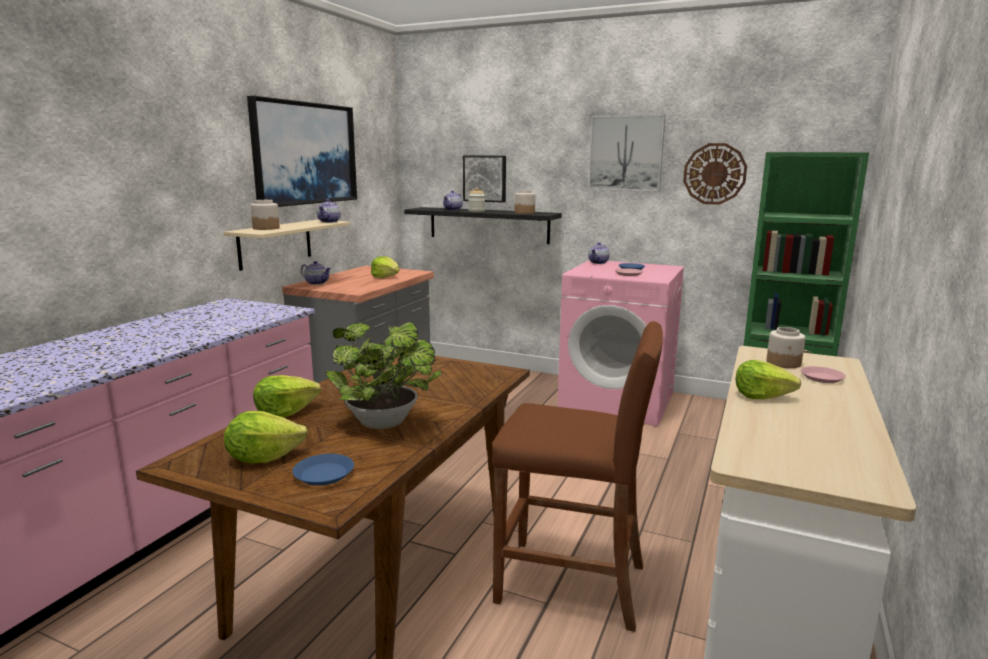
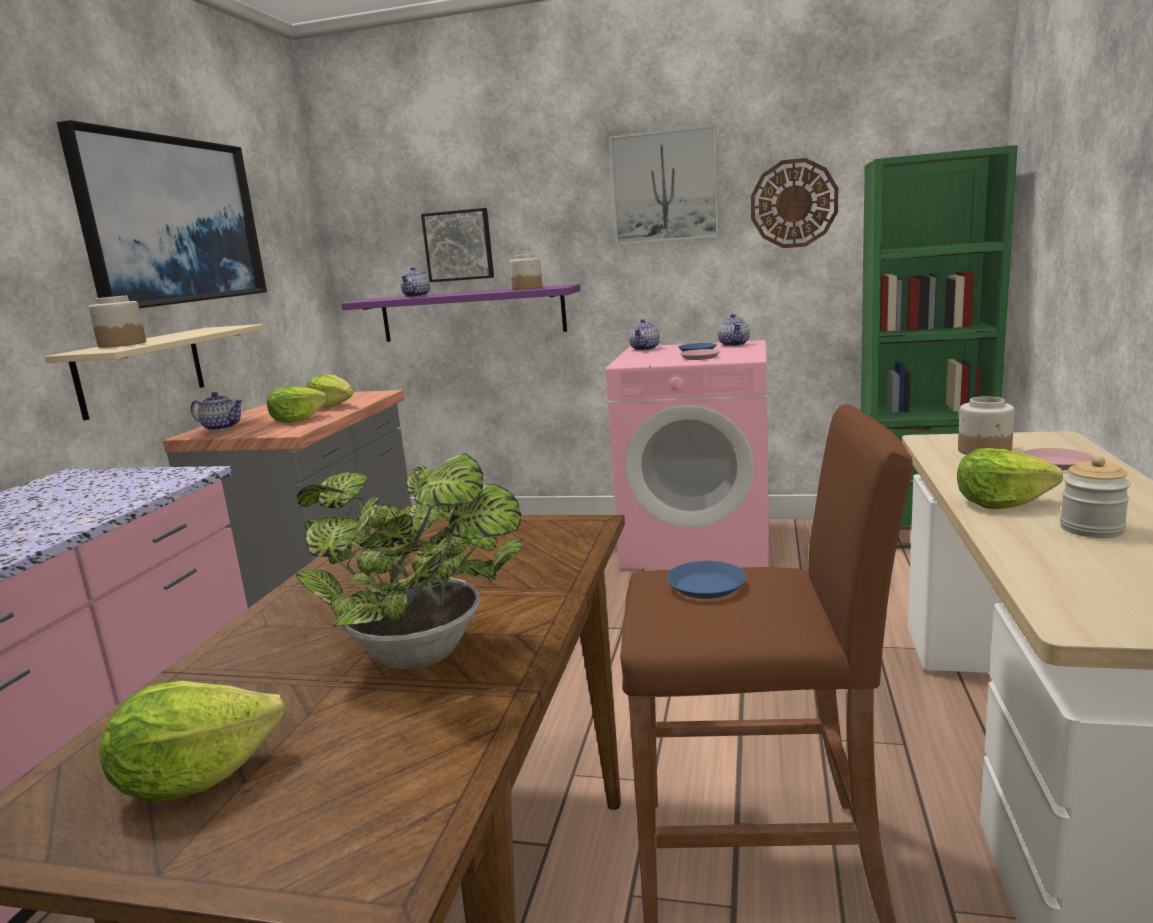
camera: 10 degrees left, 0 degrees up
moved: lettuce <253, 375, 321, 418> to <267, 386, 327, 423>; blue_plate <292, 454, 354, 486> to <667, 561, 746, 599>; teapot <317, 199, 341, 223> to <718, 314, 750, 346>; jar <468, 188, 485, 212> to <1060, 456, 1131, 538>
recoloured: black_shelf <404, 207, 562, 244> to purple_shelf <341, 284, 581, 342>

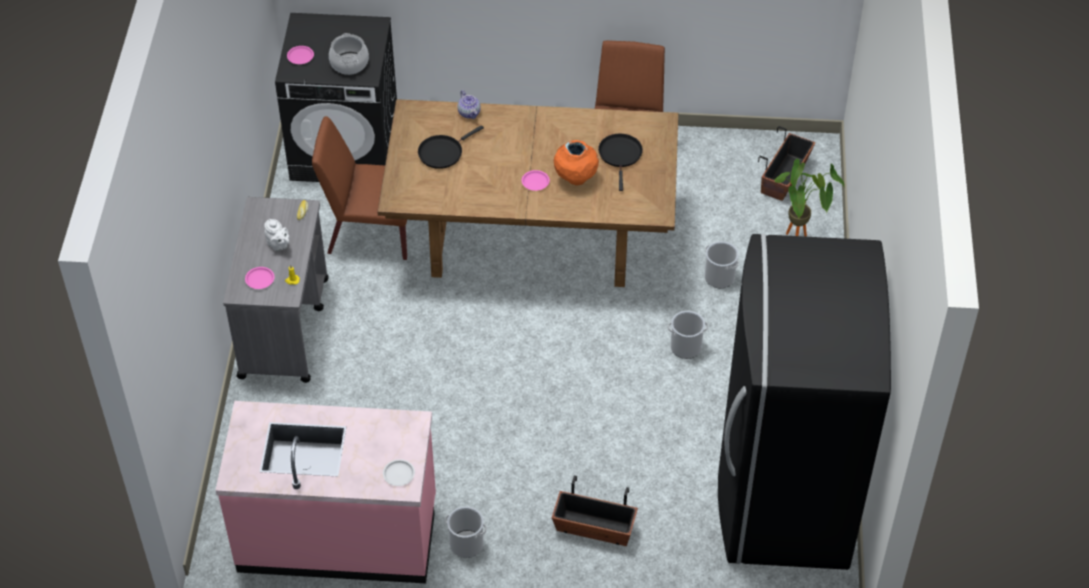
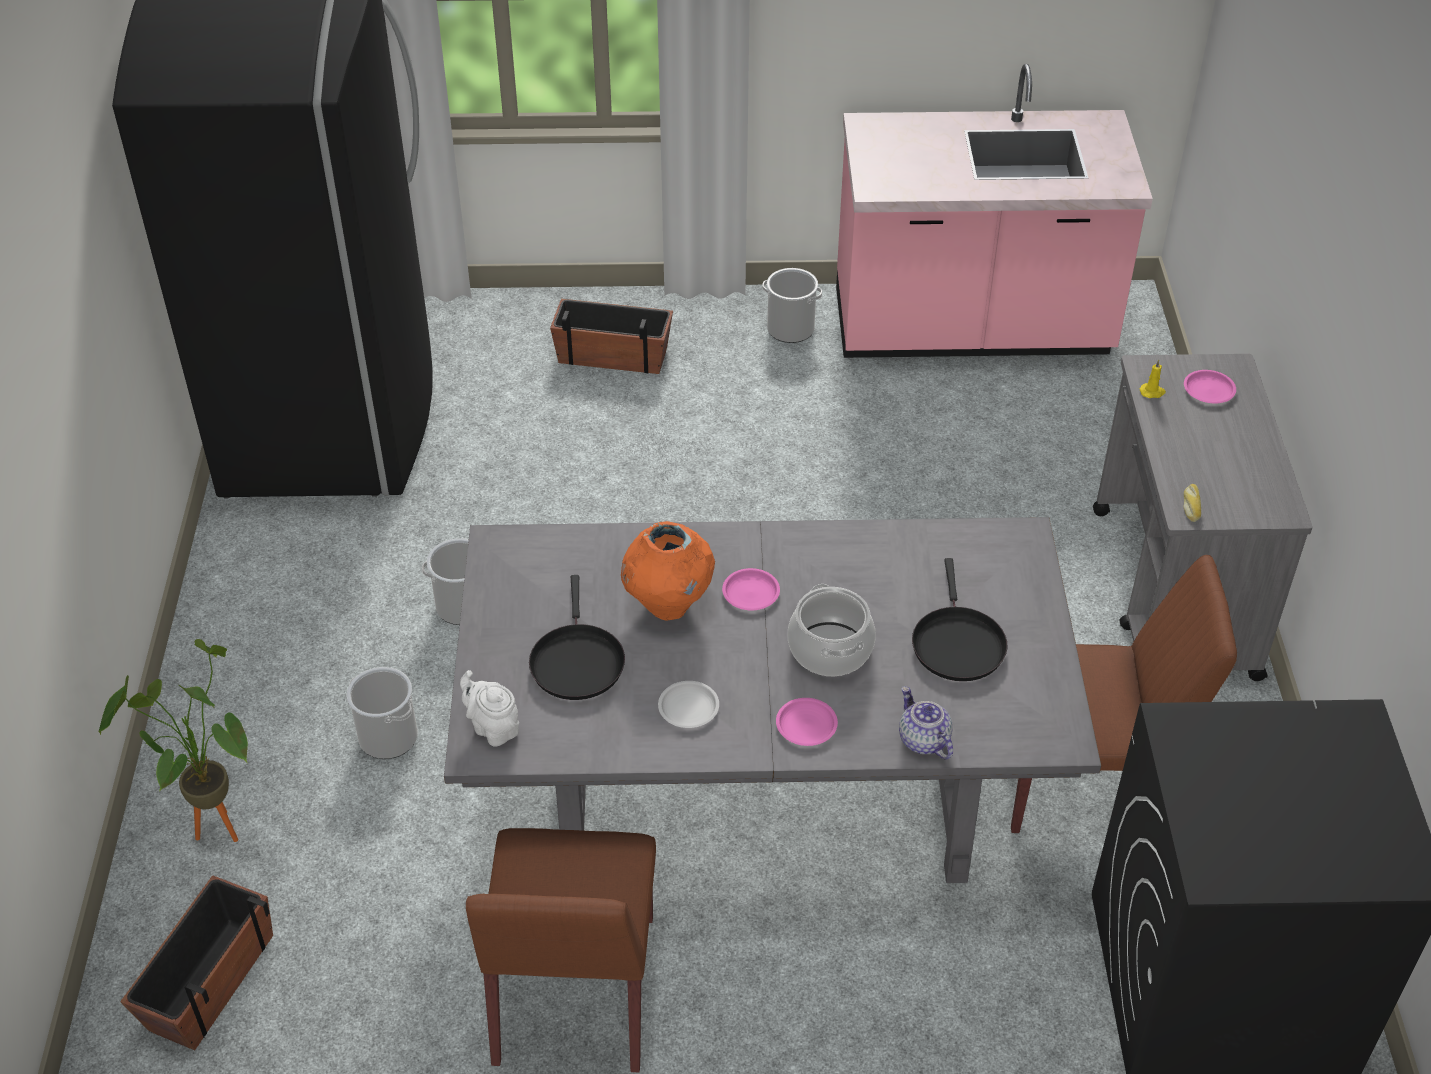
camera: 175 degrees right, 5 degrees down
moved: white_teapot <264, 219, 289, 251> to <460, 670, 519, 747>; white_plate <383, 459, 415, 486> to <658, 681, 719, 728>; pink_plate <287, 46, 314, 64> to <776, 698, 838, 746>; cooking_pot <329, 33, 369, 75> to <788, 584, 875, 676>
recoloured: brown_dining_table <377, 99, 678, 287> to grey_dining_table <444, 517, 1101, 883>
turned: black_frying_pan <418, 125, 484, 169> = <912, 558, 1007, 681> 135 degrees clockwise

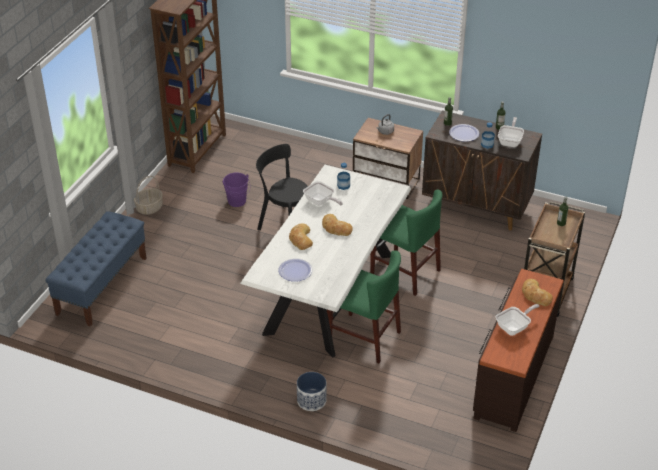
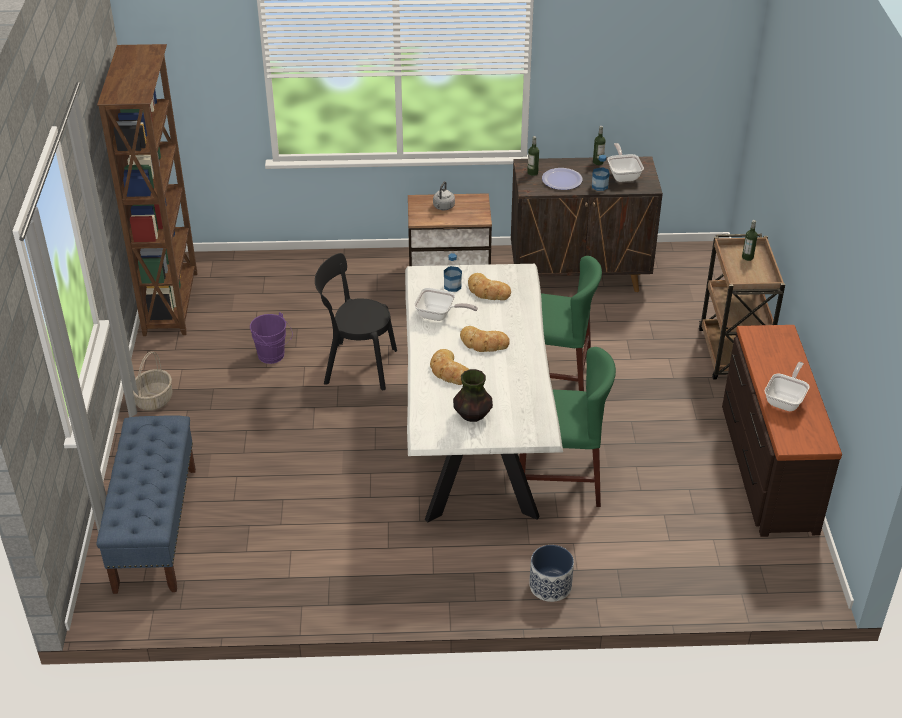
camera: 25 degrees left, 0 degrees up
moved: bread <522, 279, 553, 306> to <468, 273, 511, 300>
replaced: plate <278, 259, 312, 282> to vase <453, 369, 493, 422>

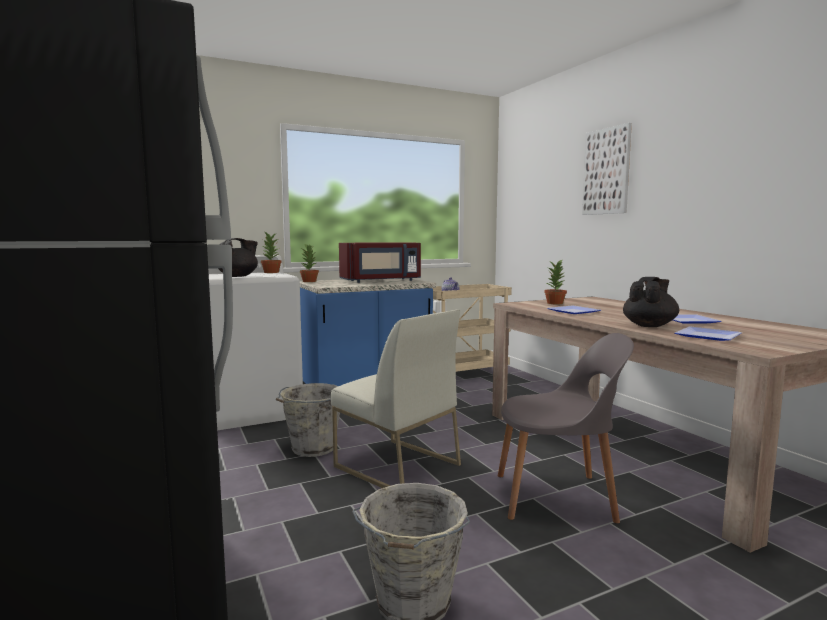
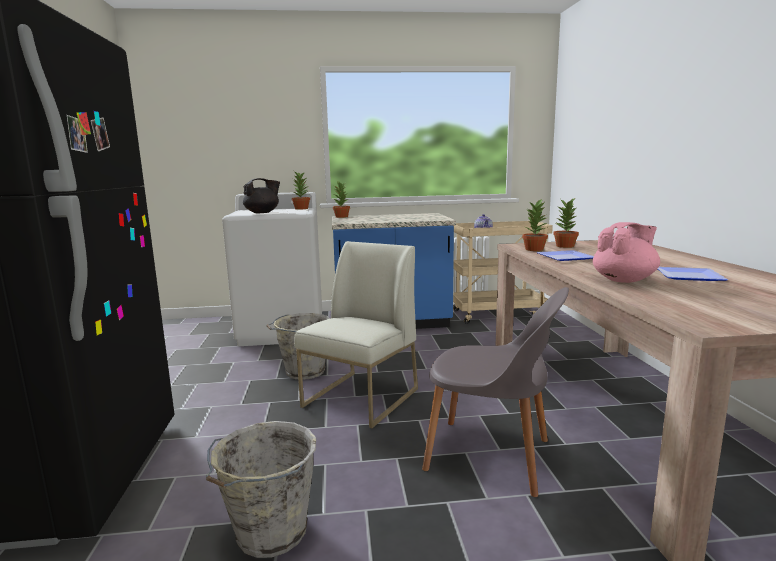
camera: 20 degrees right, 5 degrees up
removed: red_microwave <339, 242, 421, 283>; picture <582, 123, 632, 215>; plate <675, 327, 742, 341>
added: potted_plant <522, 199, 548, 251>
recoloured: black_teapot <623, 277, 679, 327> to pink_teapot <593, 222, 660, 283>
turned: white_chair <331, 309, 461, 488> = <294, 241, 418, 428> 120 degrees counterclockwise

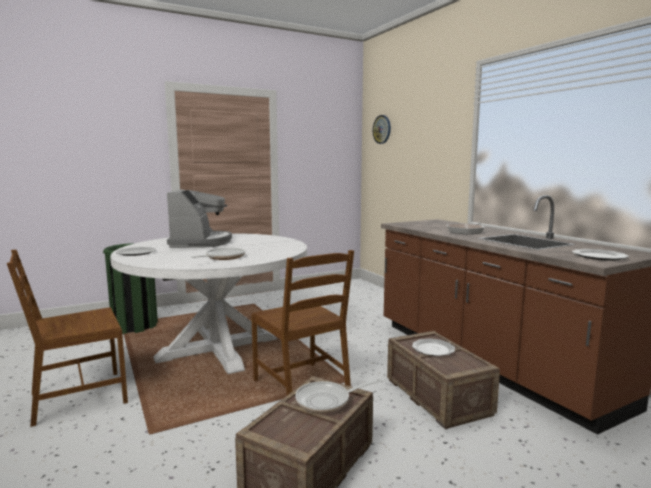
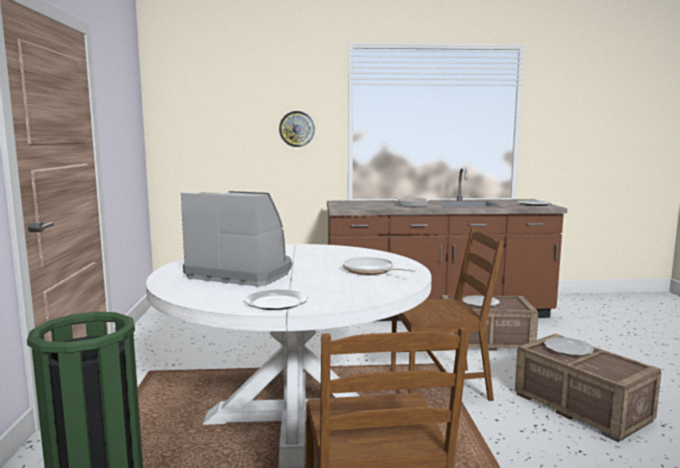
camera: 65 degrees left, 0 degrees up
moved: wall_clock <373, 115, 391, 144> to <279, 111, 315, 147>
replaced: frying_pan <295, 378, 384, 413> to plate <544, 337, 594, 356>

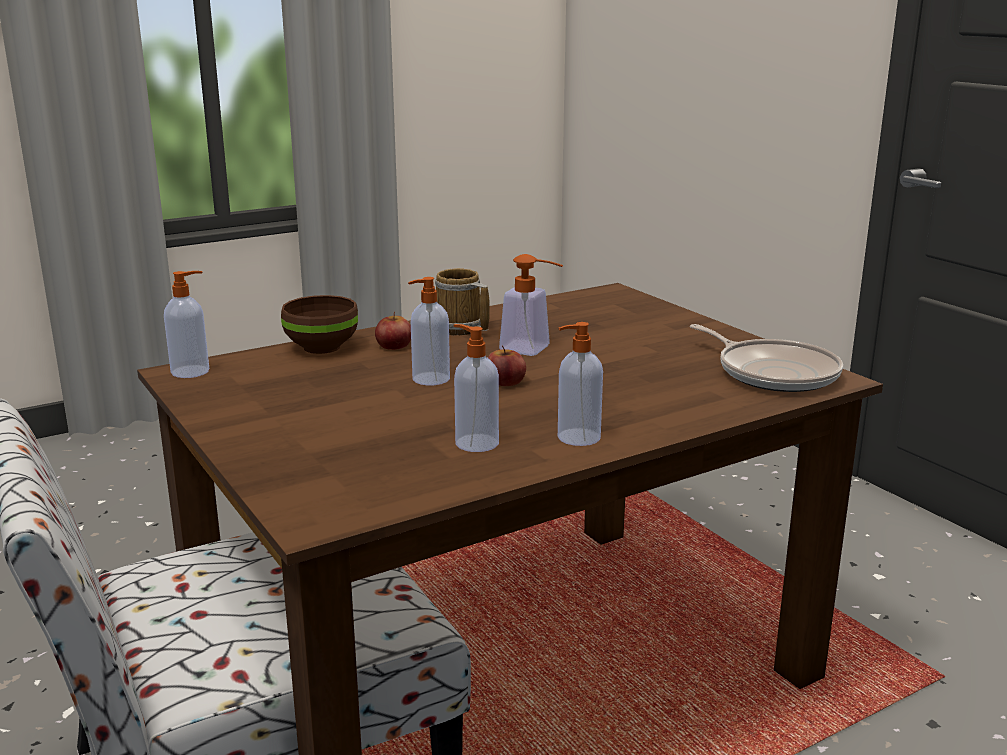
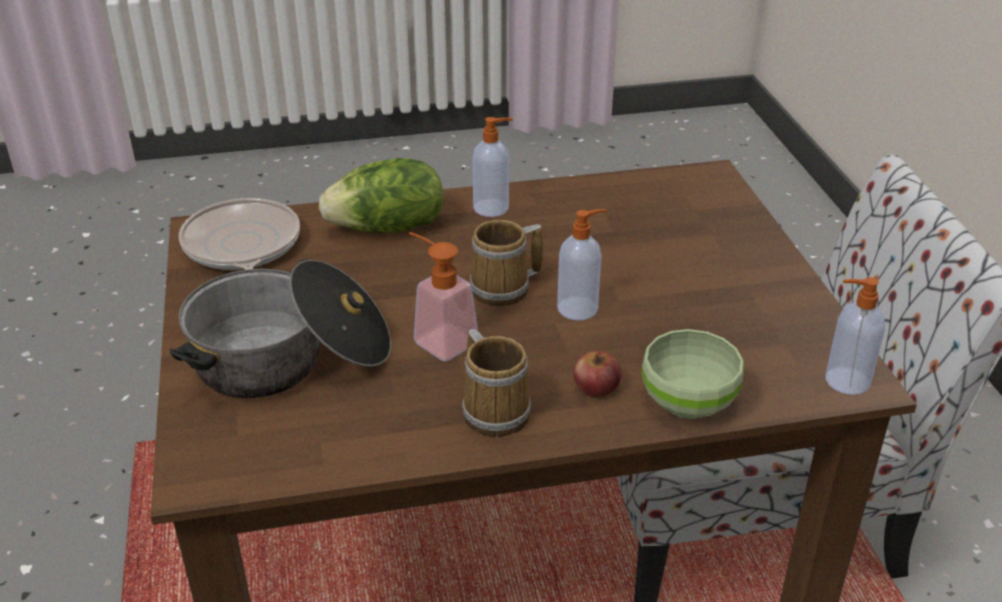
camera: 160 degrees left, 15 degrees up
removed: soap_dispenser <453, 324, 499, 452>
added: cooking_pot <170, 259, 391, 398>; lettuce <319, 158, 444, 233>
replaced: apple <488, 346, 526, 386> to mug <470, 220, 543, 307>
recoloured: brown_bowl <281, 295, 358, 354> to green_bowl <642, 329, 744, 419>

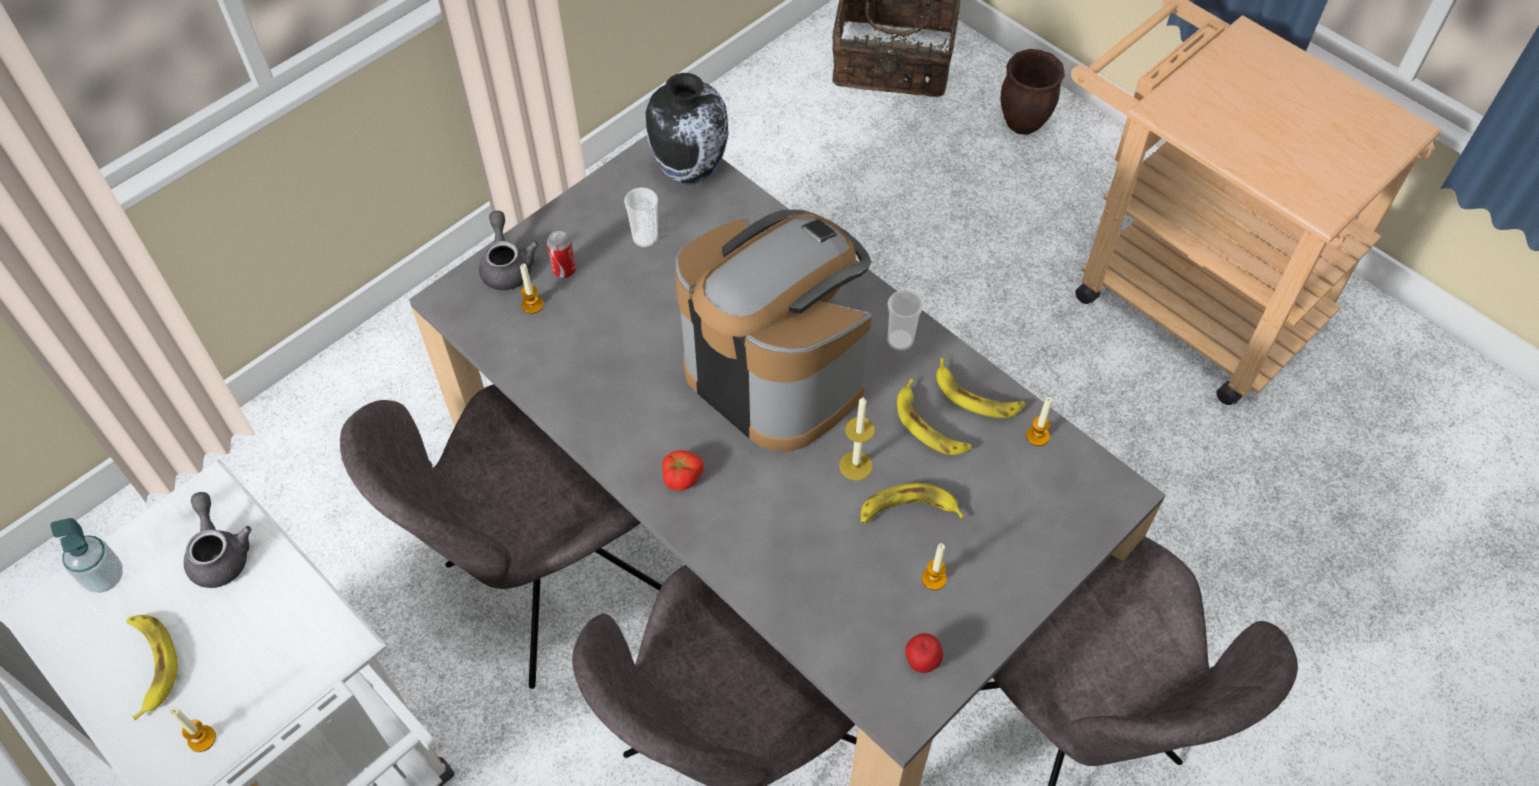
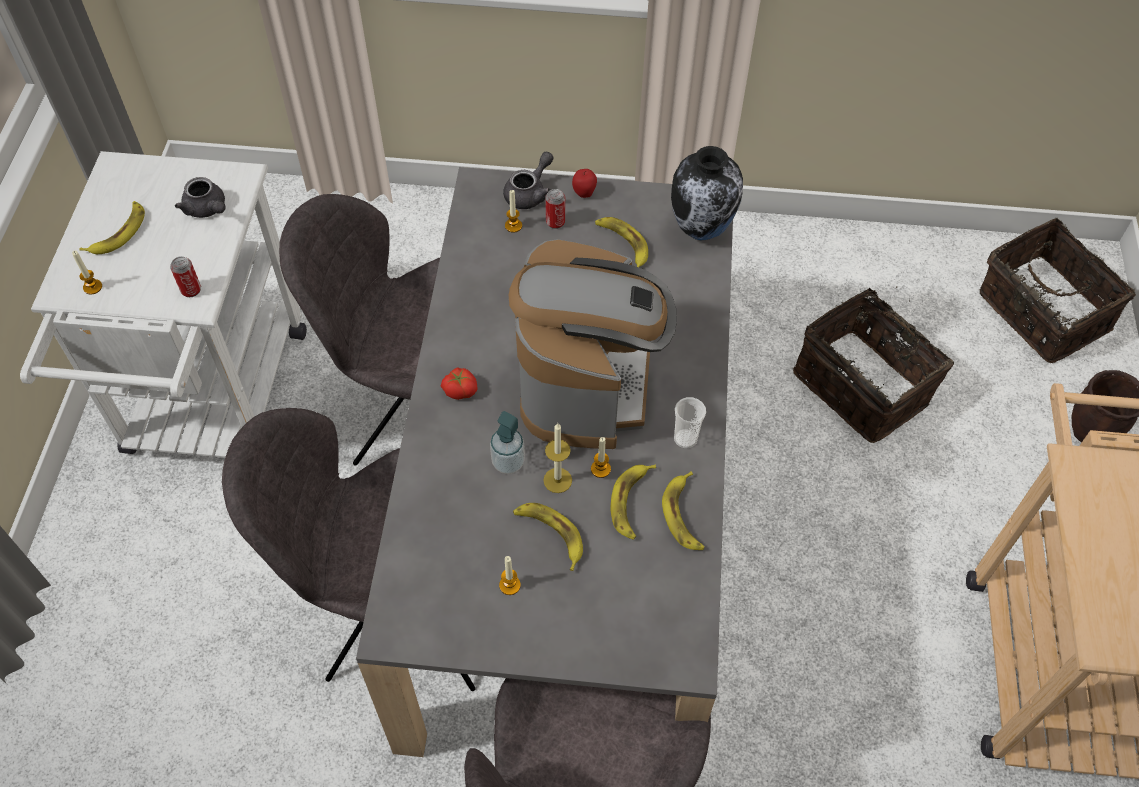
camera: 50 degrees right, 0 degrees up
added: can <170, 256, 201, 297>; basket <793, 286, 954, 443>
moved: soap_dispenser <50, 518, 123, 593> to <490, 411, 525, 474>; apple <905, 633, 943, 673> to <572, 169, 597, 198>; candle <1026, 397, 1052, 446> to <591, 437, 611, 478>
replaced: cup <624, 188, 658, 248> to banana <595, 217, 648, 267>
turned: grey_teapot <184, 492, 252, 588> = <175, 177, 226, 218> 105 degrees clockwise

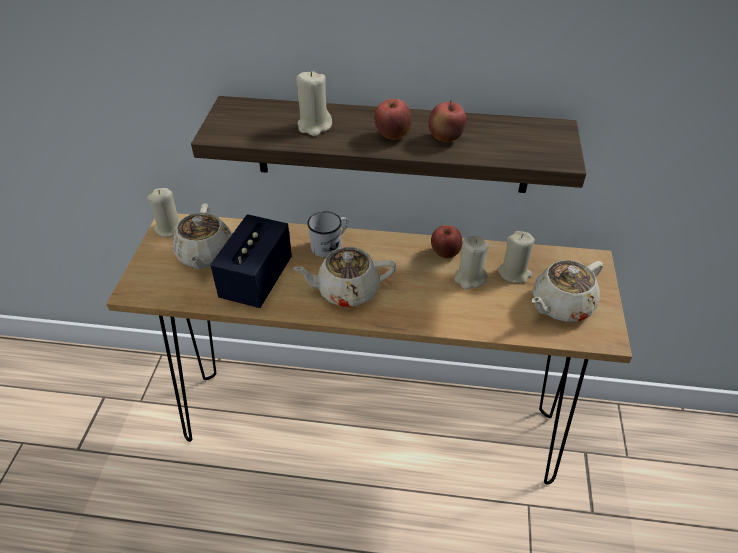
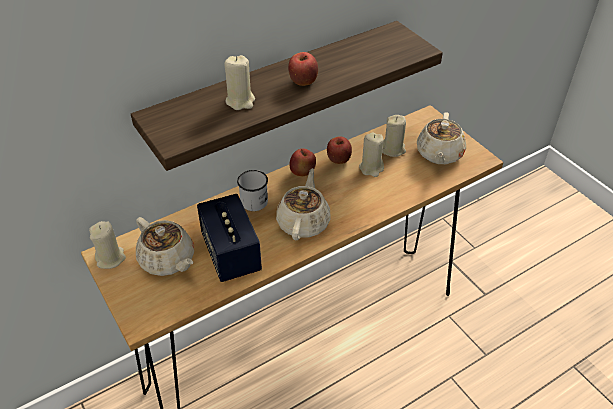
camera: 40 degrees left, 0 degrees up
moved: apple <429, 101, 467, 142> to <290, 148, 316, 176>
turned: beige_teapot <292, 247, 396, 307> = <276, 168, 331, 240> 150 degrees clockwise

